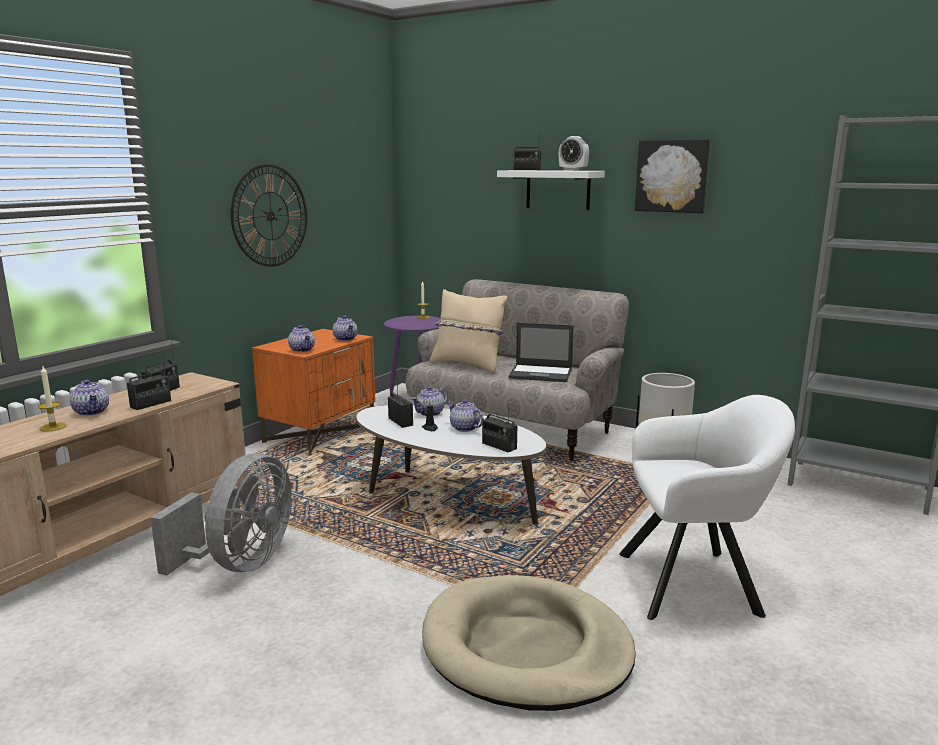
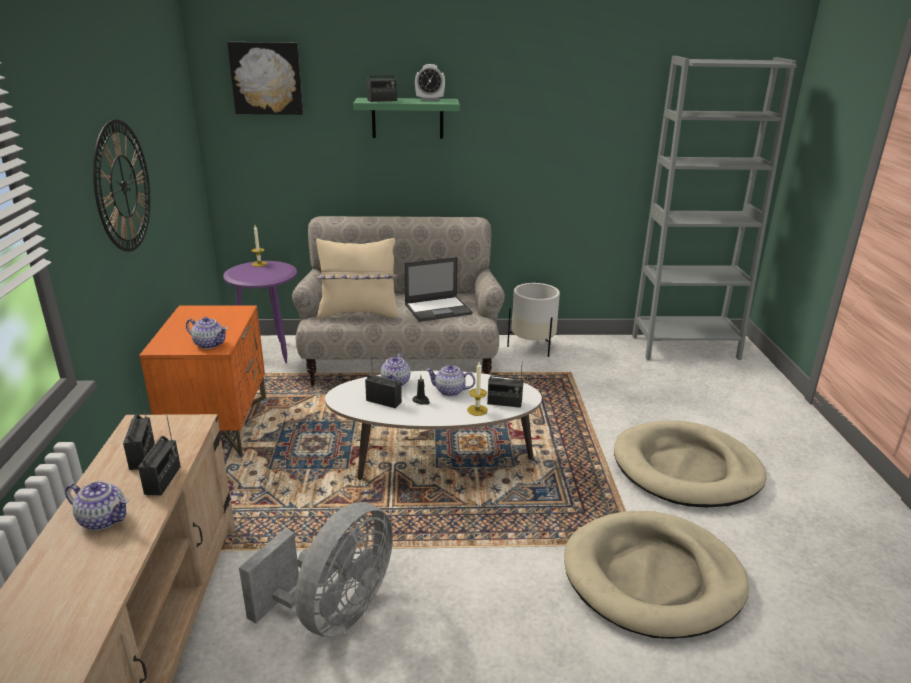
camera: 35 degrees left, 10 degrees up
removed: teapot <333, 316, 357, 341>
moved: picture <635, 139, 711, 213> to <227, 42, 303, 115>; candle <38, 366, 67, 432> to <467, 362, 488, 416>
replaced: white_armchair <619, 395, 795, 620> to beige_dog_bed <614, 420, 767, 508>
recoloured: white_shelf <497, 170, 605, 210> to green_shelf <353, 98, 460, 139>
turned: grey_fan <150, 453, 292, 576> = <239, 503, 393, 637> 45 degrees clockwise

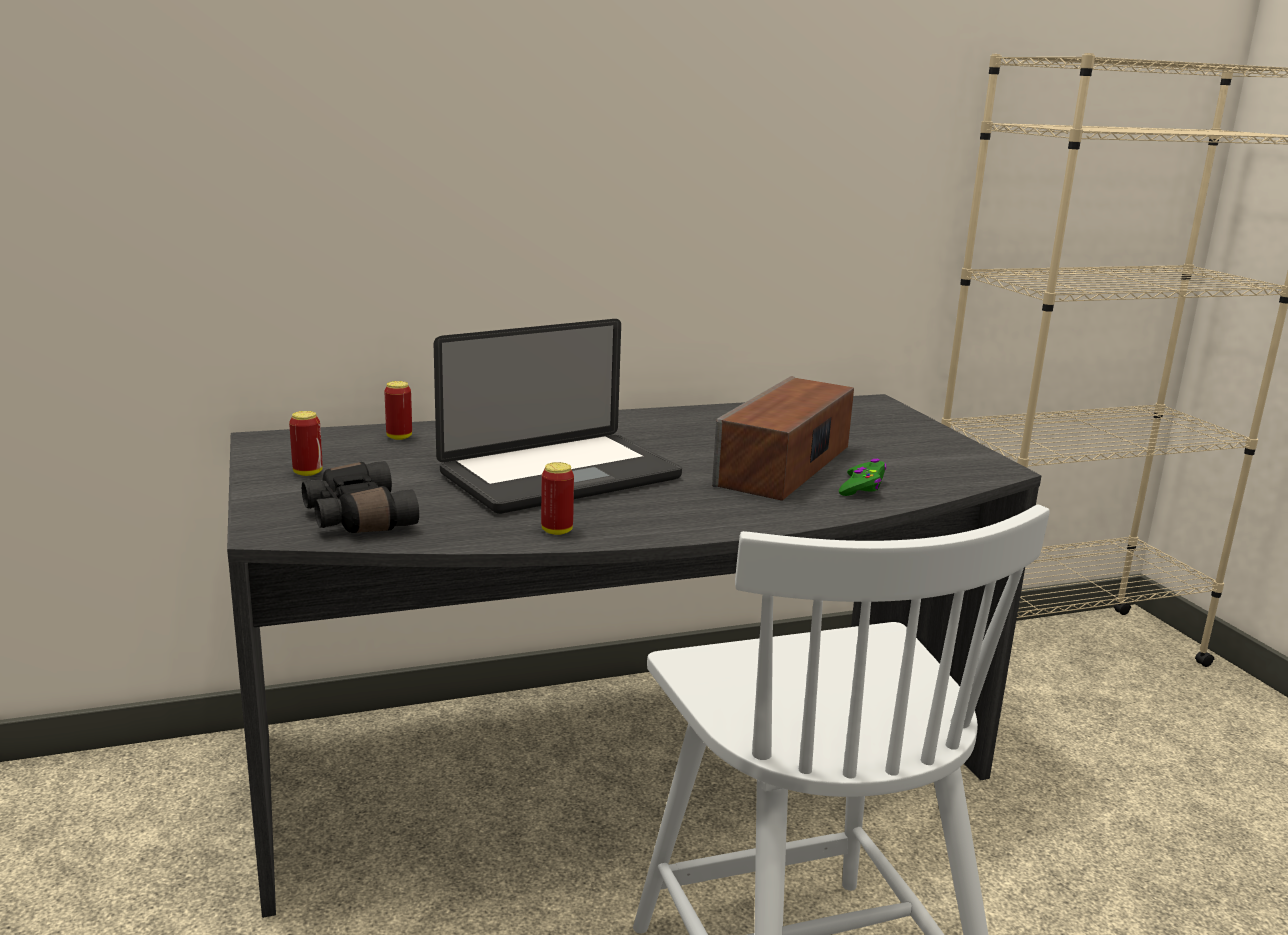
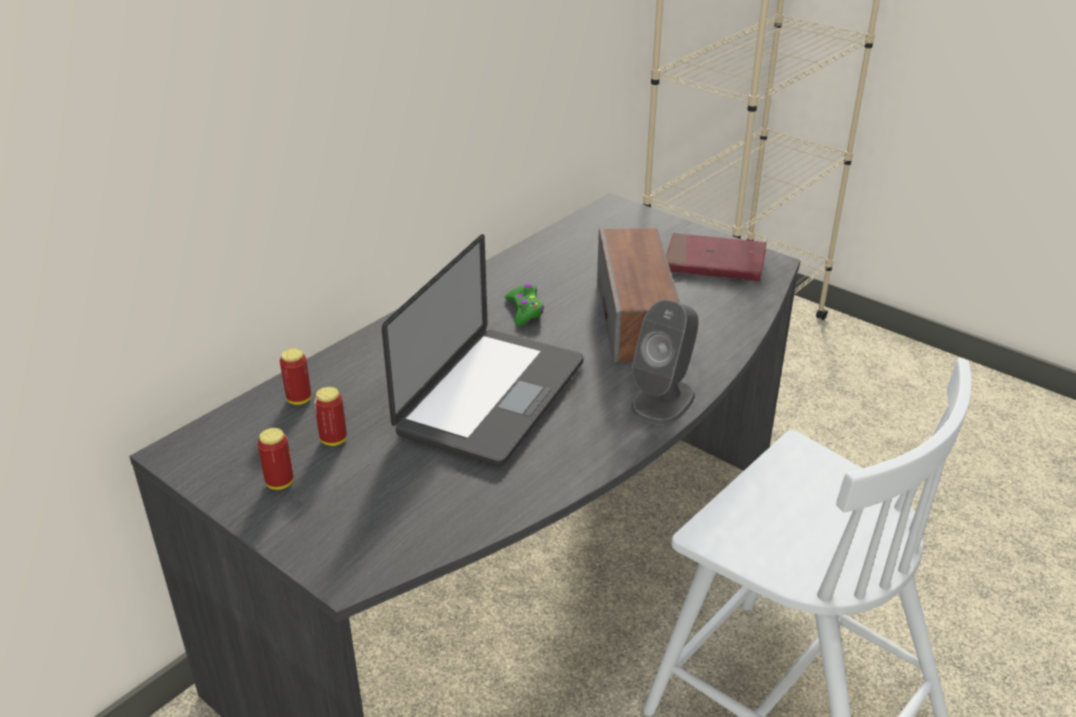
camera: 30 degrees left, 15 degrees up
removed: black_binoculars <302, 461, 419, 533>
added: grey_speaker <631, 300, 699, 425>; red_book <666, 233, 767, 281>
moved: can <541, 462, 574, 535> to <314, 387, 347, 446>; green_game_controller <839, 459, 886, 496> to <505, 283, 544, 326>

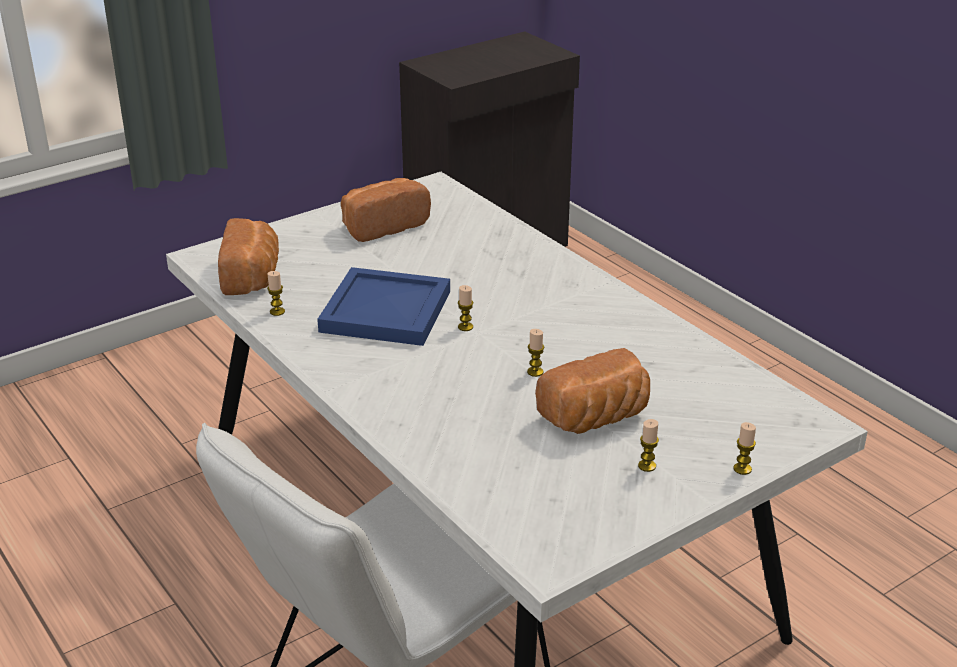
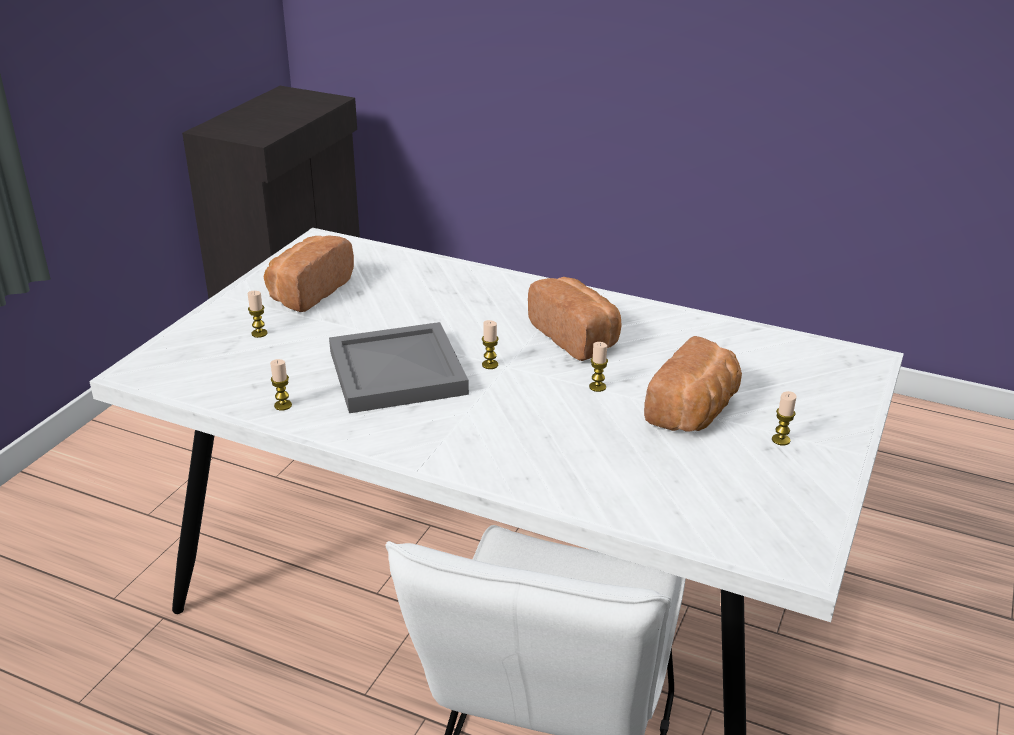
camera: 30 degrees left, 0 degrees up
moved: candle <733, 422, 756, 475> to <247, 291, 268, 338>; bread <218, 218, 279, 295> to <528, 277, 622, 361>
recoloured: blue_tray <317, 267, 450, 346> to grey_tray <329, 322, 469, 413>

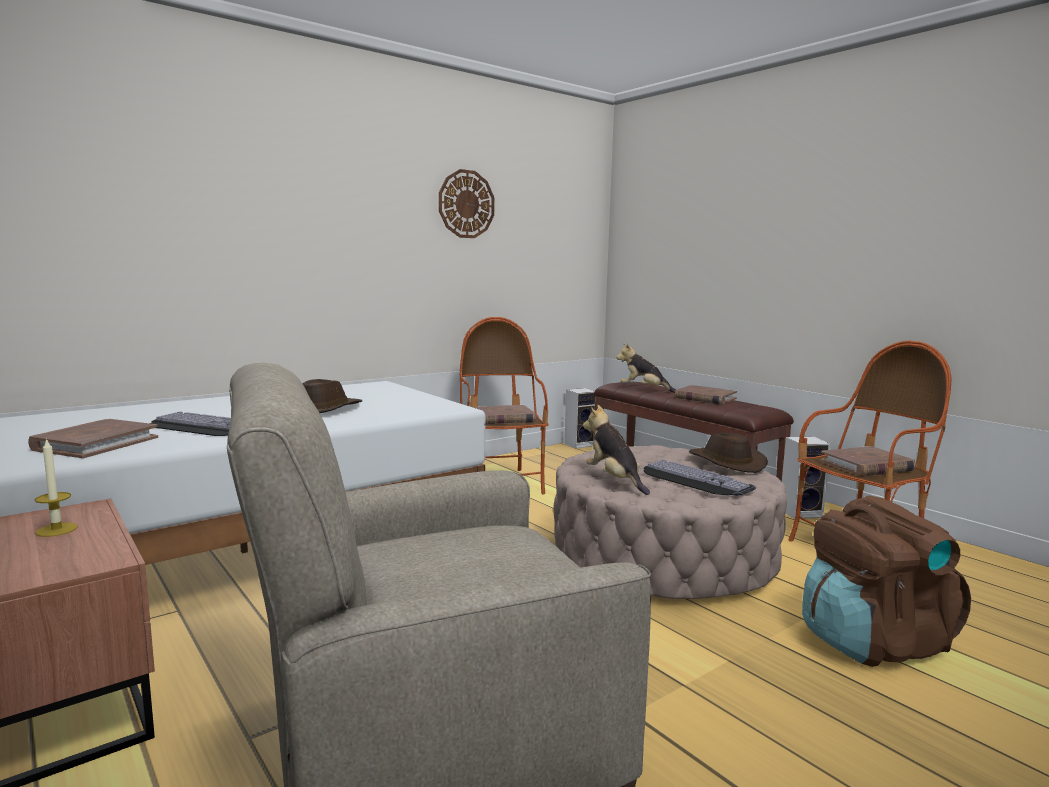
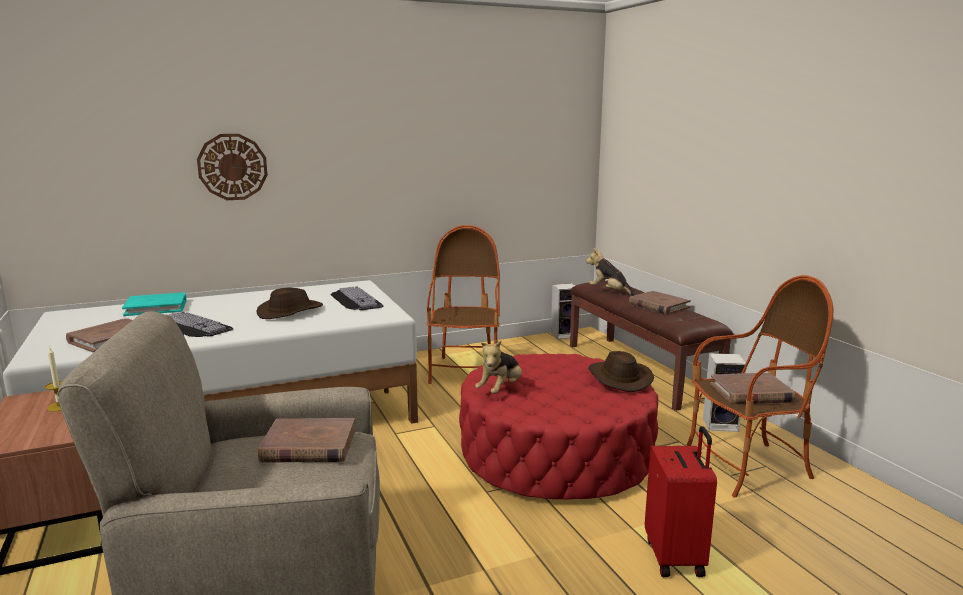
camera: 15 degrees right, 5 degrees up
added: turquoise_book <122, 292, 187, 316>
moved: wall_clock <439, 169, 495, 238> to <197, 134, 268, 200>; brown_book <474, 405, 536, 424> to <258, 418, 355, 463>; keyboard <644, 459, 756, 496> to <330, 286, 384, 310>
replaced: brown_backpack <802, 495, 971, 667> to red_suitcase <645, 426, 717, 577>
recoloured: beige_ottoman <553, 445, 787, 599> to red_ottoman <459, 354, 658, 499>
turned: plush_toy <583, 405, 650, 495> = <475, 340, 522, 394> 135 degrees counterclockwise

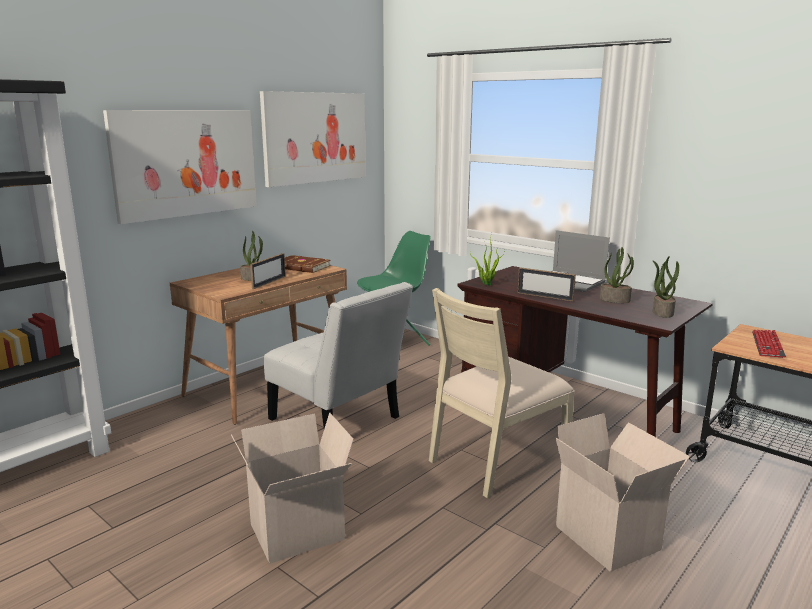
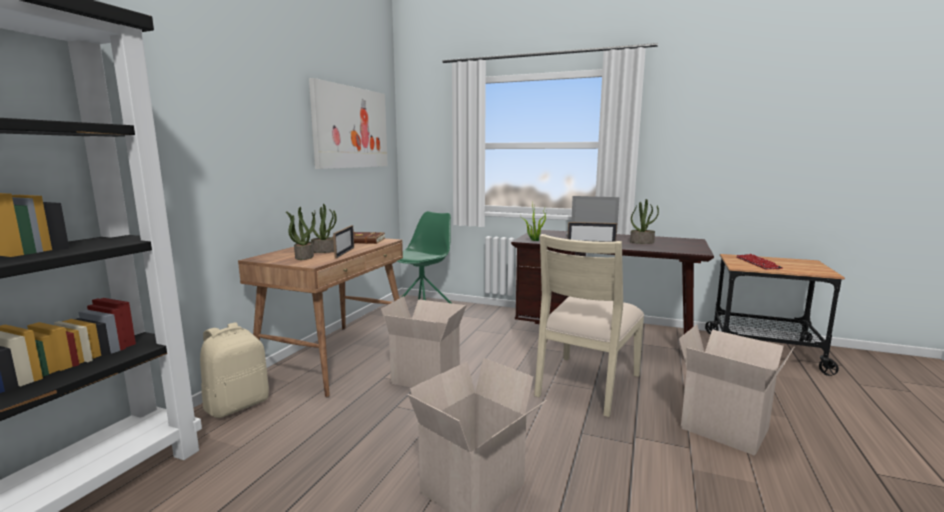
camera: 20 degrees left, 5 degrees down
removed: picture <103, 110, 257, 224>
added: beige_backpack <200, 322, 269, 418>
moved: potted_plant <653, 256, 679, 318> to <286, 207, 315, 260>
replaced: white_chair <264, 282, 413, 428> to cardboard_box <381, 296, 467, 388>

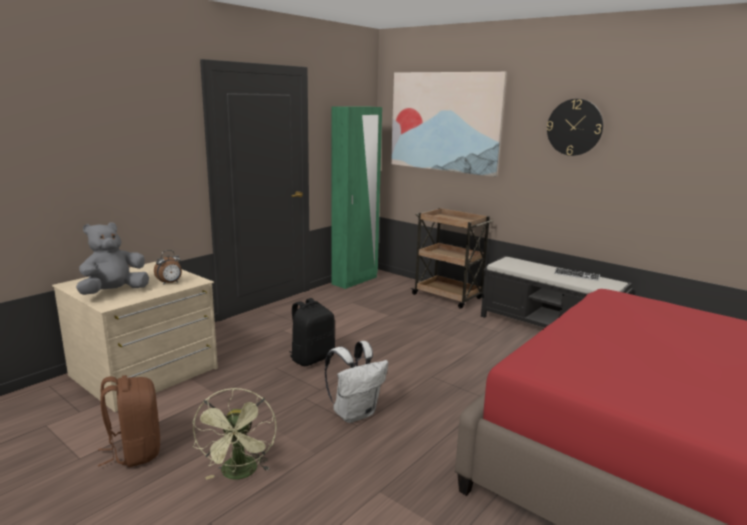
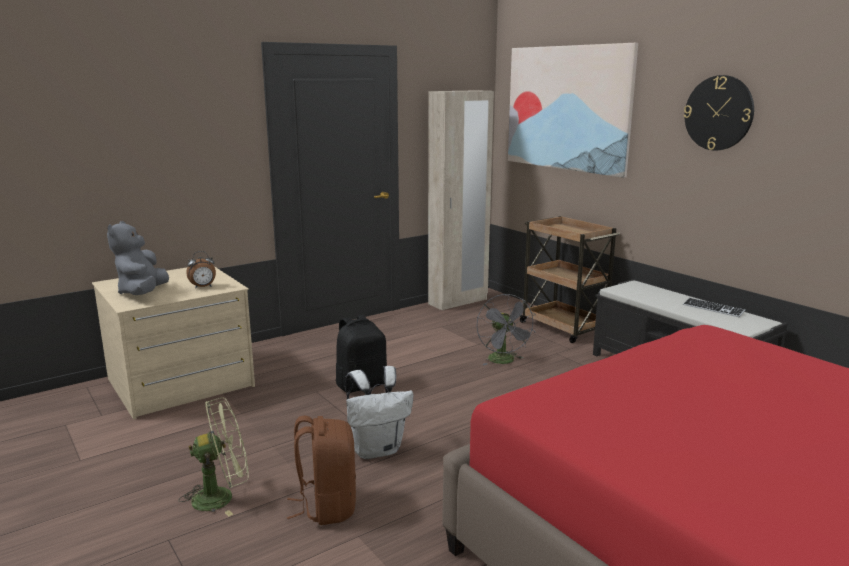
camera: 15 degrees right, 0 degrees up
added: grey_fan <476, 294, 536, 365>
moved: brown_backpack <98, 375, 160, 467> to <287, 415, 356, 525>
recoloured: green_wardrobe <331, 106, 382, 289> to beige_wardrobe <428, 90, 494, 310>
turned: grey_plush_toy <76, 222, 149, 295> = <107, 221, 169, 295> 60 degrees counterclockwise; green_fan <192, 388, 277, 480> = <179, 397, 249, 516> 120 degrees counterclockwise

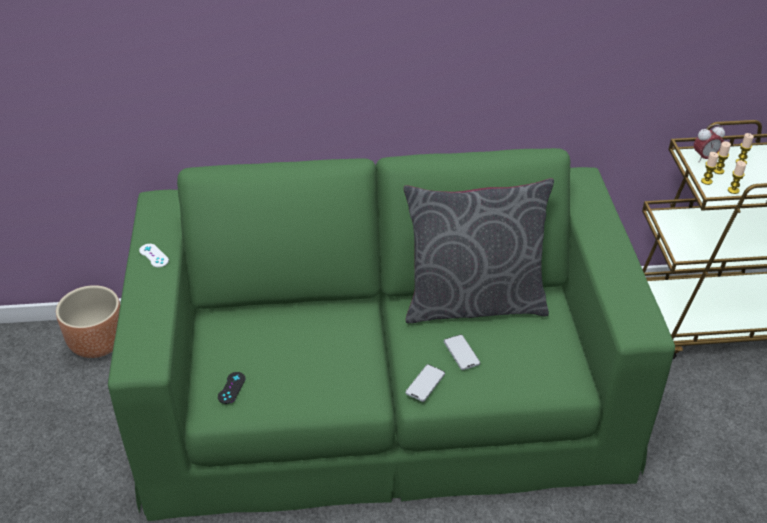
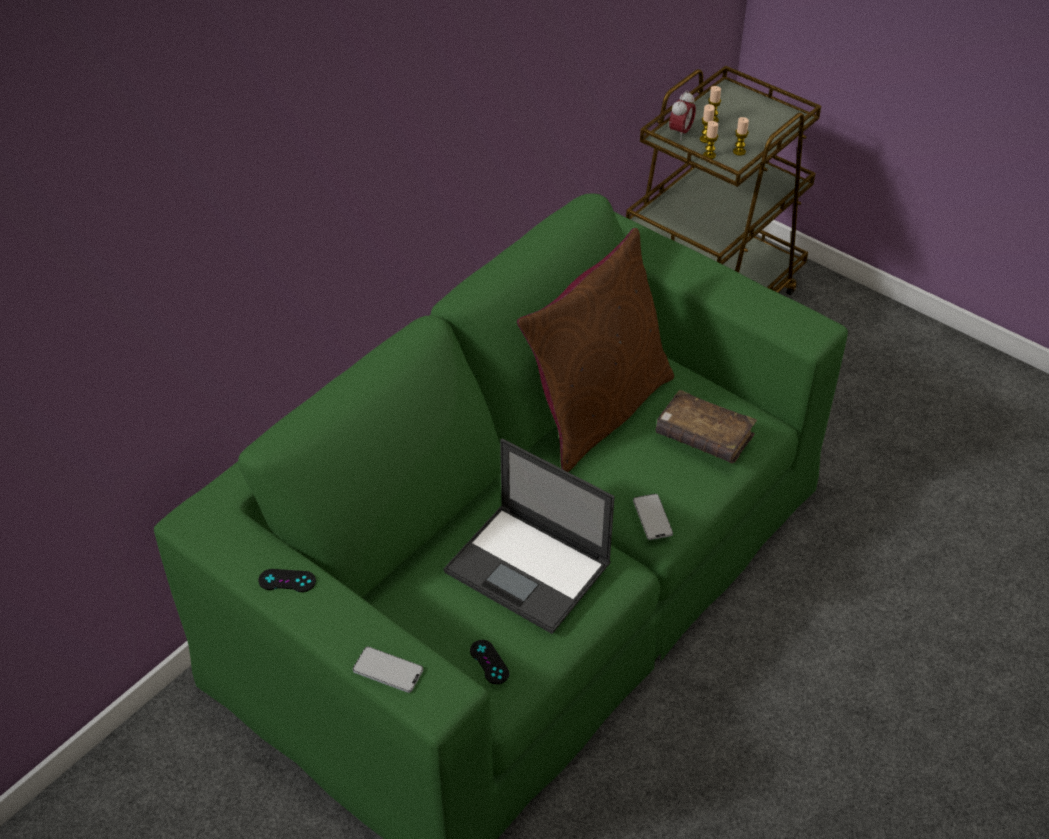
camera: 45 degrees left, 5 degrees up
removed: brown_planter <56, 285, 120, 358>
added: laptop <444, 438, 615, 634>; brown_book <656, 390, 757, 463>
moved: phone <444, 334, 480, 370> to <353, 646, 423, 693>
recoloured: white_game_controller <139, 244, 169, 267> to black_game_controller <258, 569, 316, 592>; grey_pillow <403, 178, 554, 323> to brown_pillow <517, 228, 674, 472>

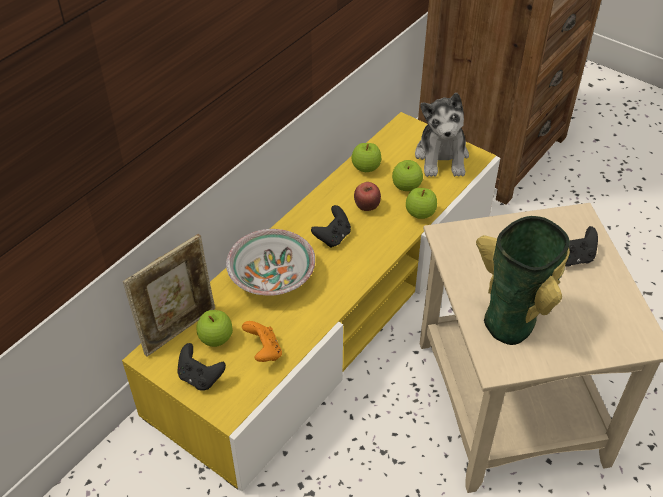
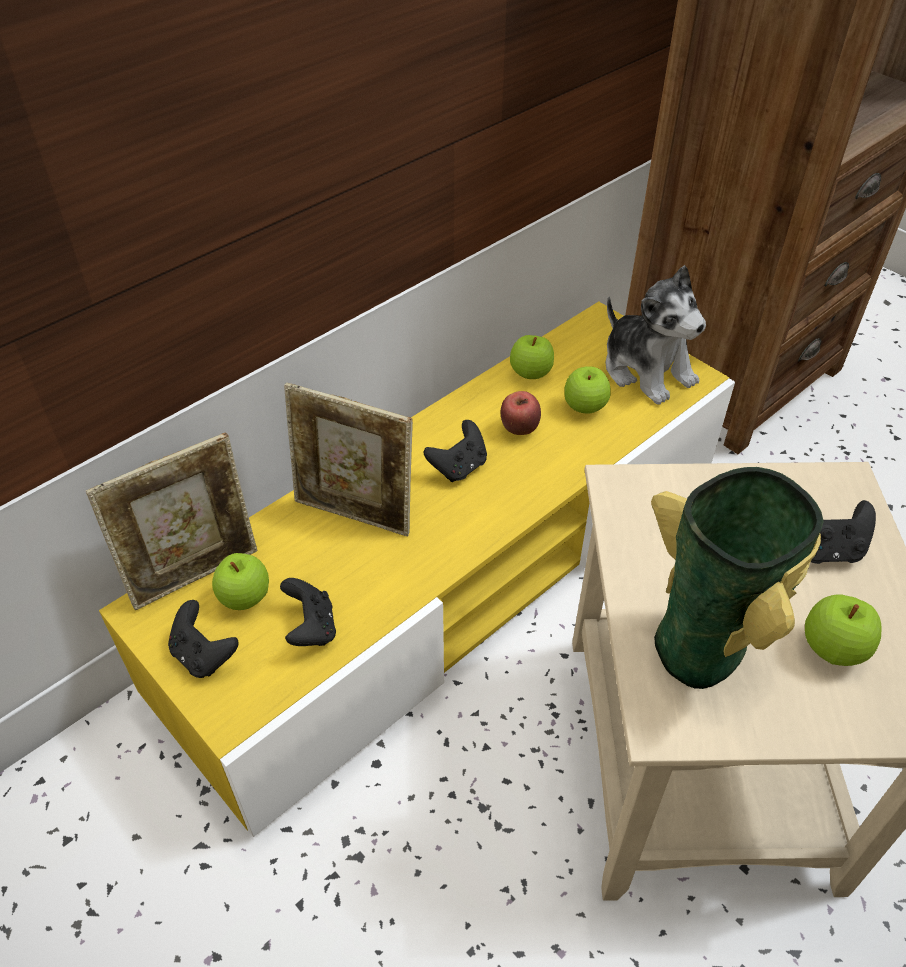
camera: 10 degrees right, 0 degrees up
moved: apple <406, 188, 437, 219> to <805, 594, 882, 666>
replaced: bowl <226, 229, 315, 296> to picture_frame <284, 383, 413, 536>
recoloured: orange_game_controller <242, 321, 282, 362> to black_game_controller <280, 578, 336, 646>
turned: plush_toy <415, 93, 469, 177> = <606, 265, 706, 405> 45 degrees counterclockwise

